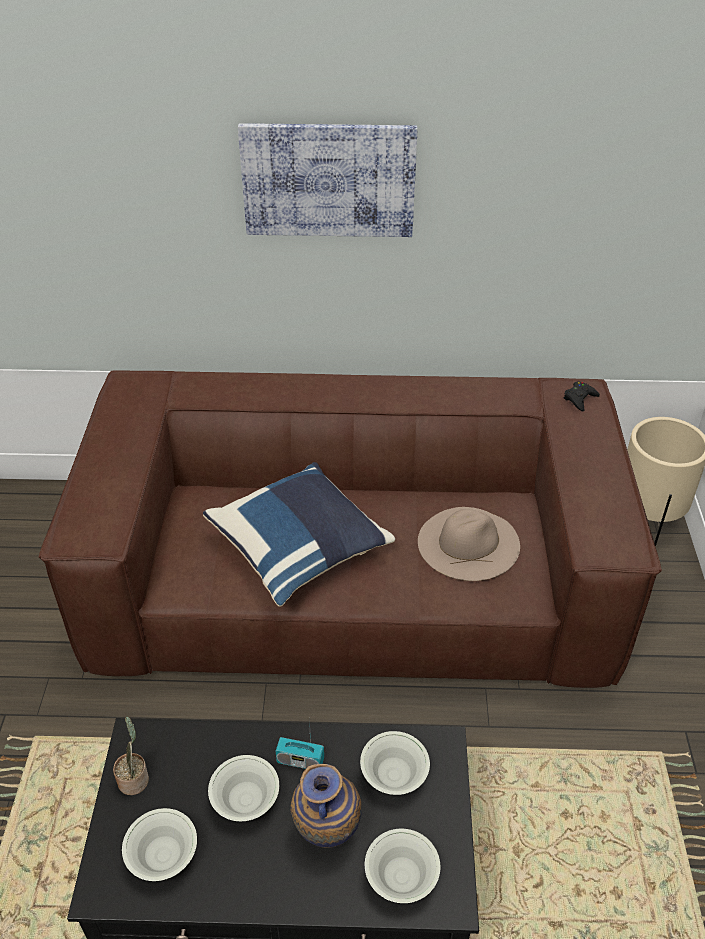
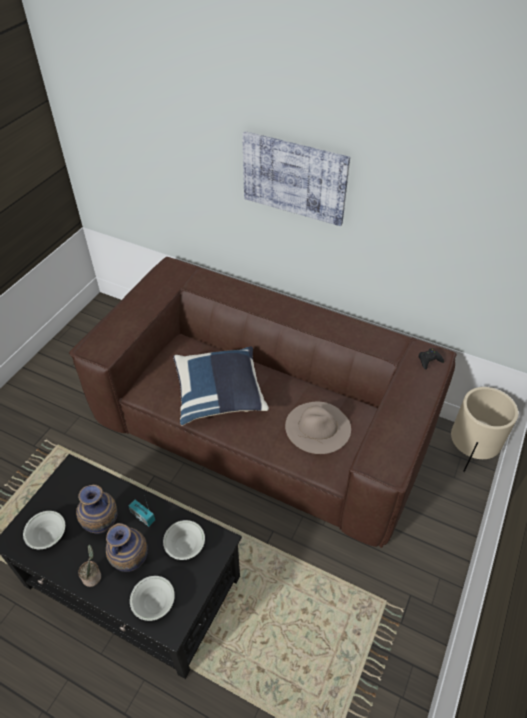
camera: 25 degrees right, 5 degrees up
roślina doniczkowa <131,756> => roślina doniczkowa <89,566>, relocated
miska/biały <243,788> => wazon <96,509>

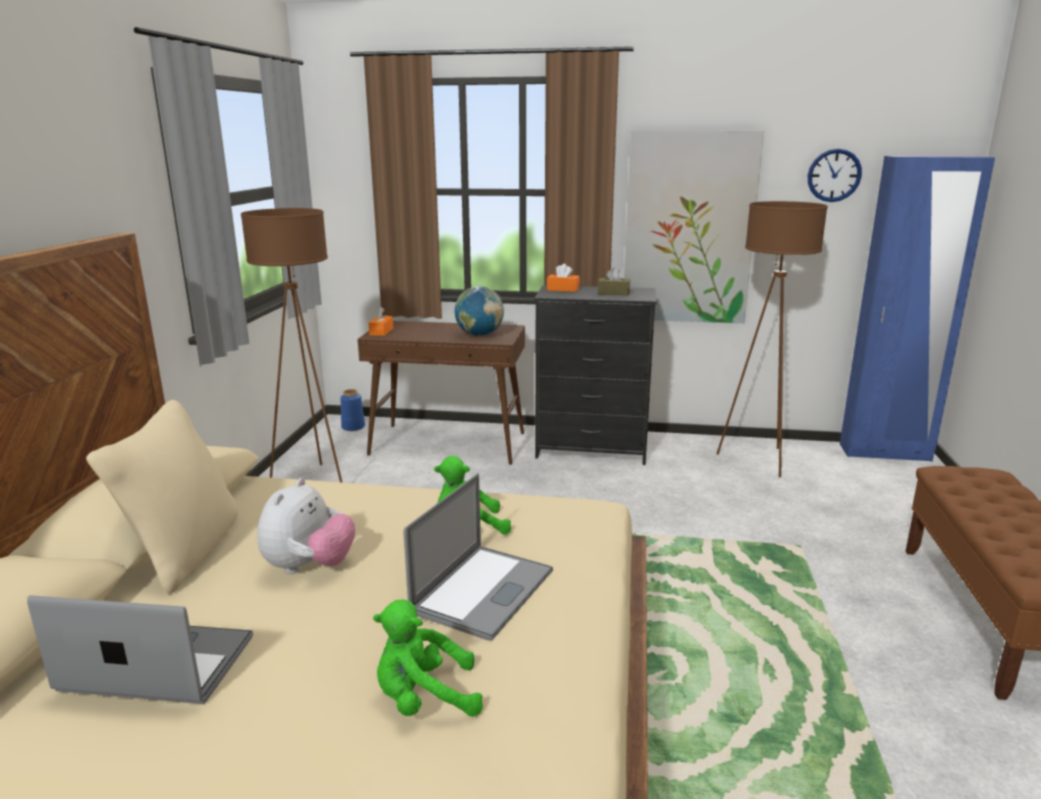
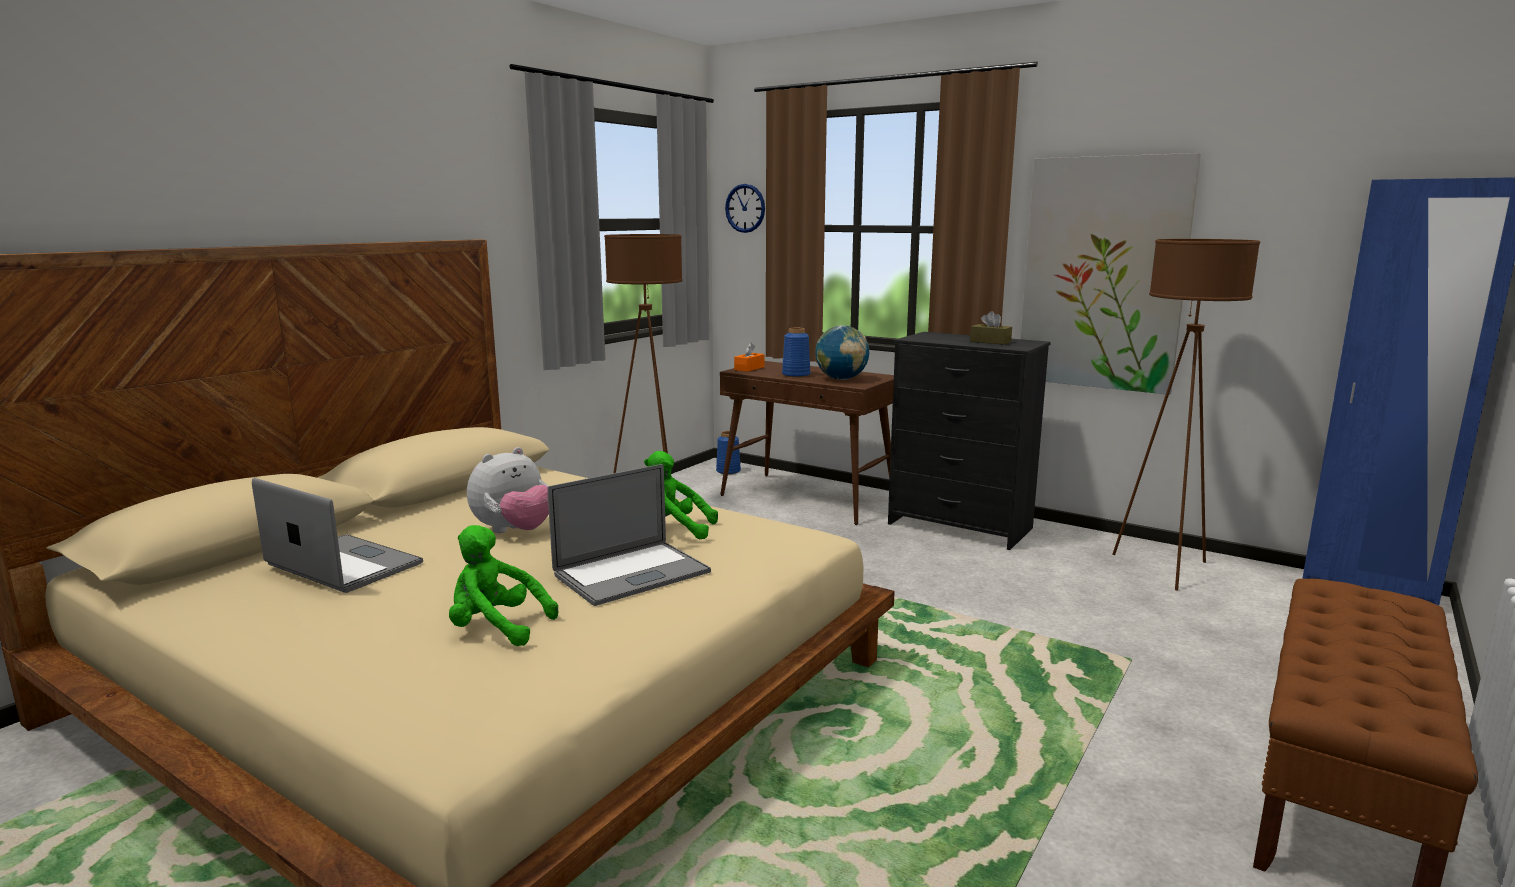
camera: 25 degrees right, 5 degrees down
zegar ścienny <835,175> => zegar ścienny <745,208>, relocated
pudełko chusteczek/pomarańczowy <563,278> => nothing
poduszka/beżowy <162,497> => nothing
nothing => wazon/niebieski <796,352>

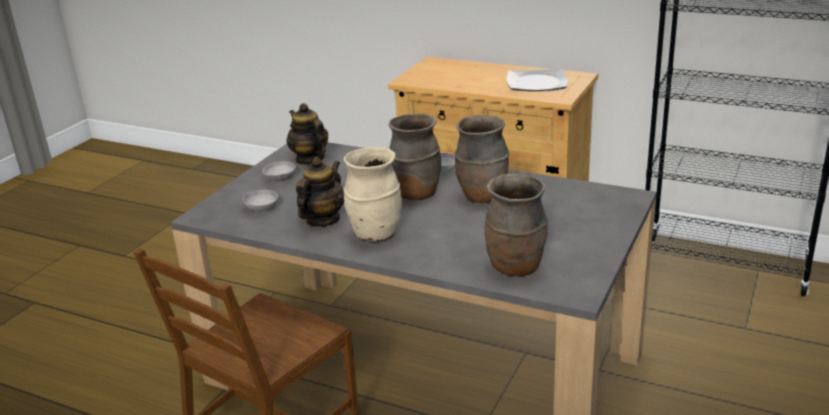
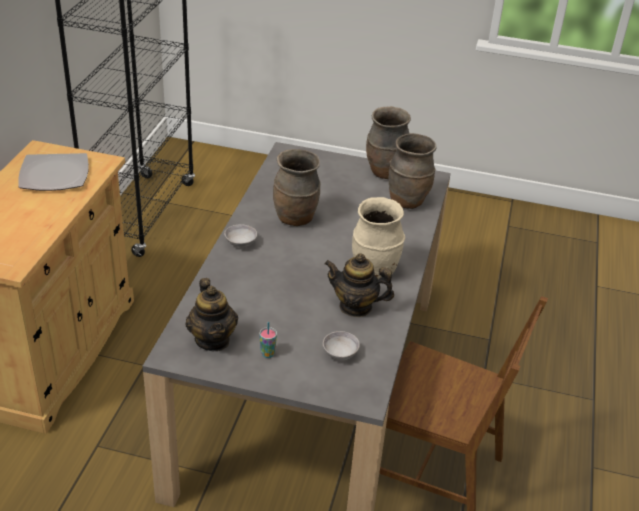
camera: 105 degrees left, 10 degrees up
imbryk <307,134> => imbryk <211,314>, 60 degrees counterclockwise
wazon/brązowy <415,157> => wazon/brązowy <388,142>, relocated
miska/szary <279,171> => filiżanka <268,340>

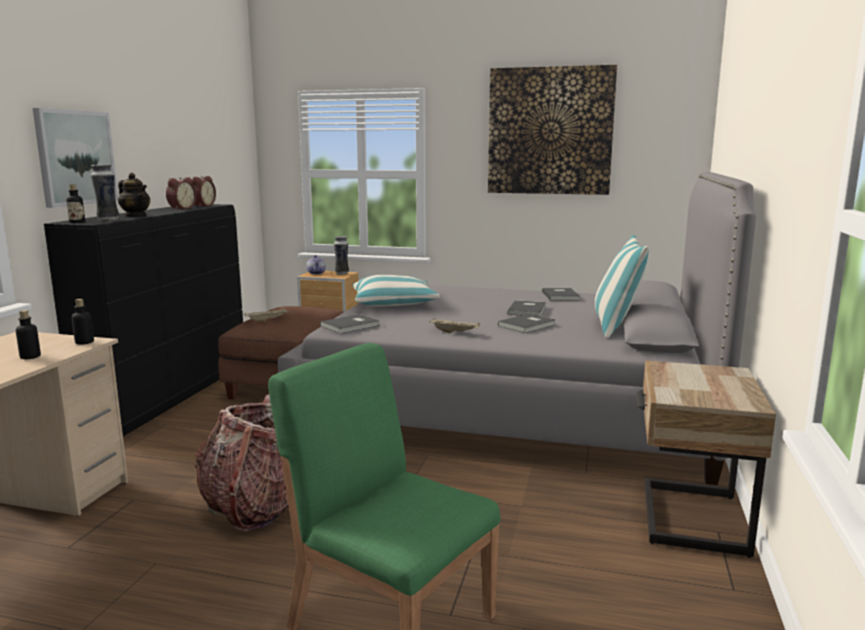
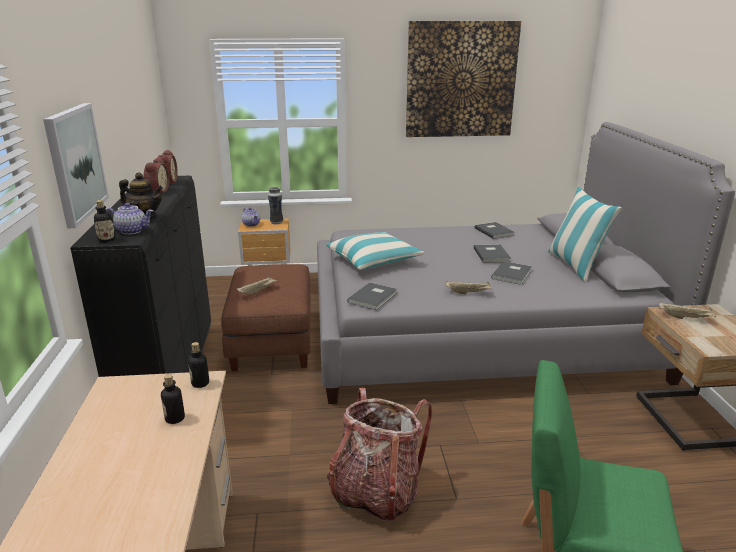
camera: 20 degrees left, 10 degrees up
wazon <105,192> => imbryk <129,219>
nothing => taca/beżowy <687,310>

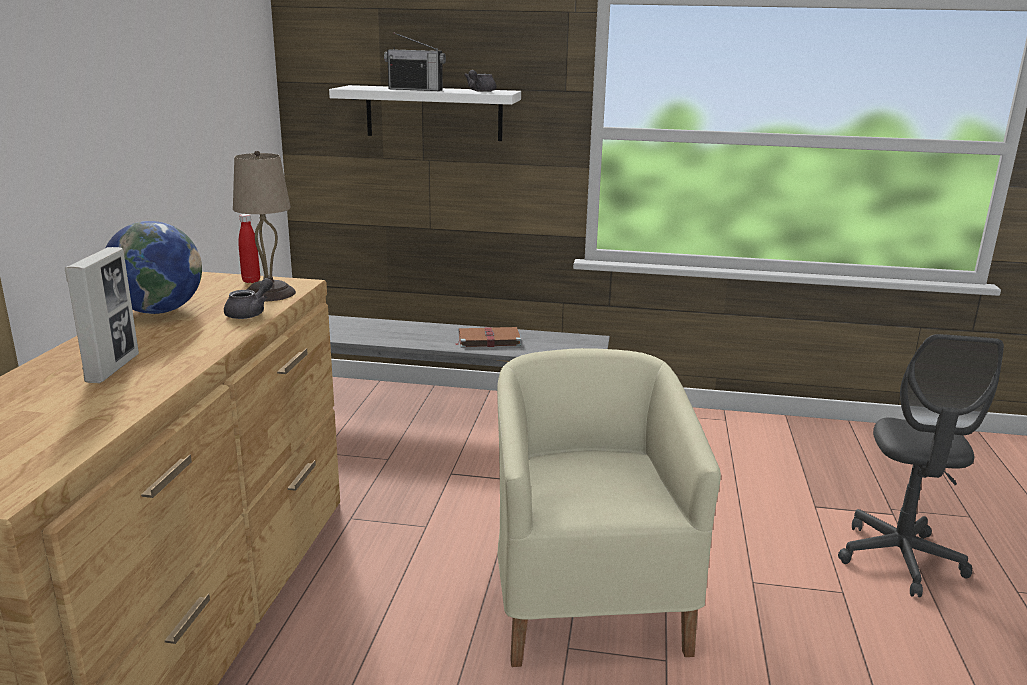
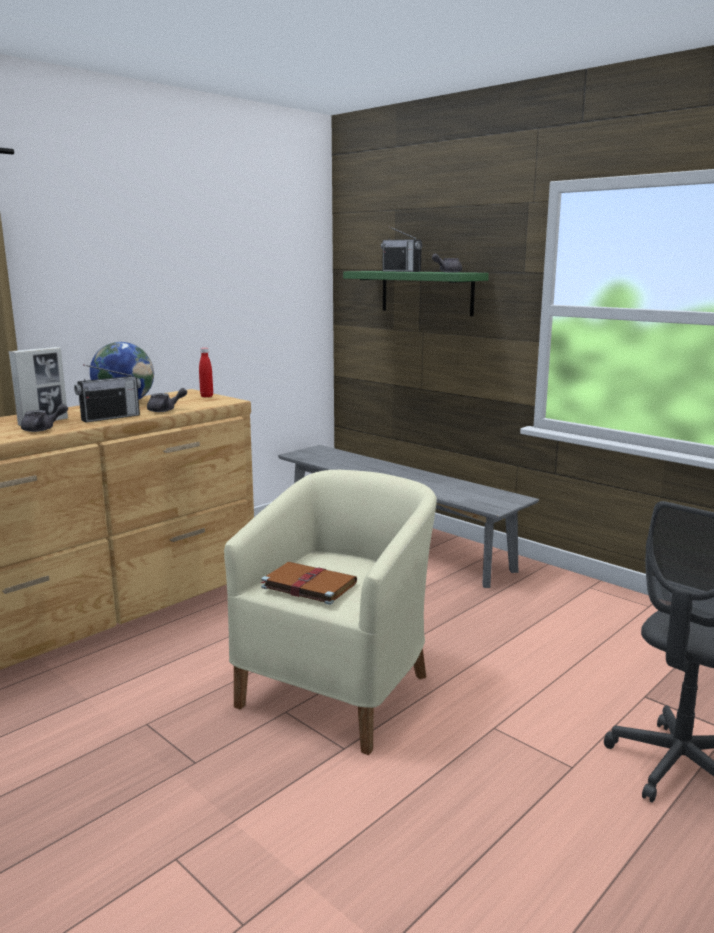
camera: 35 degrees right, 5 degrees down
półka/biały <425,113> => półka/zielony <416,293>
lampa stołowa/beżowy <264,226> => nothing
książka/brązowy <488,337> => książka/brązowy <308,583>, relocated
nothing => radio <107,393>
nothing => imbryk/szary <44,418>

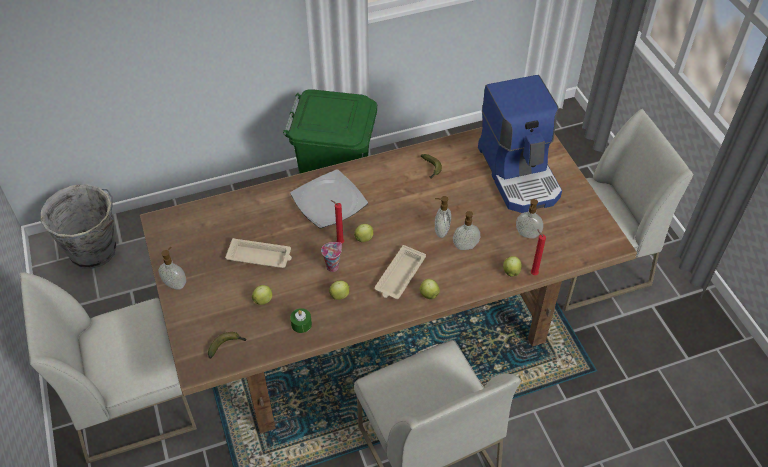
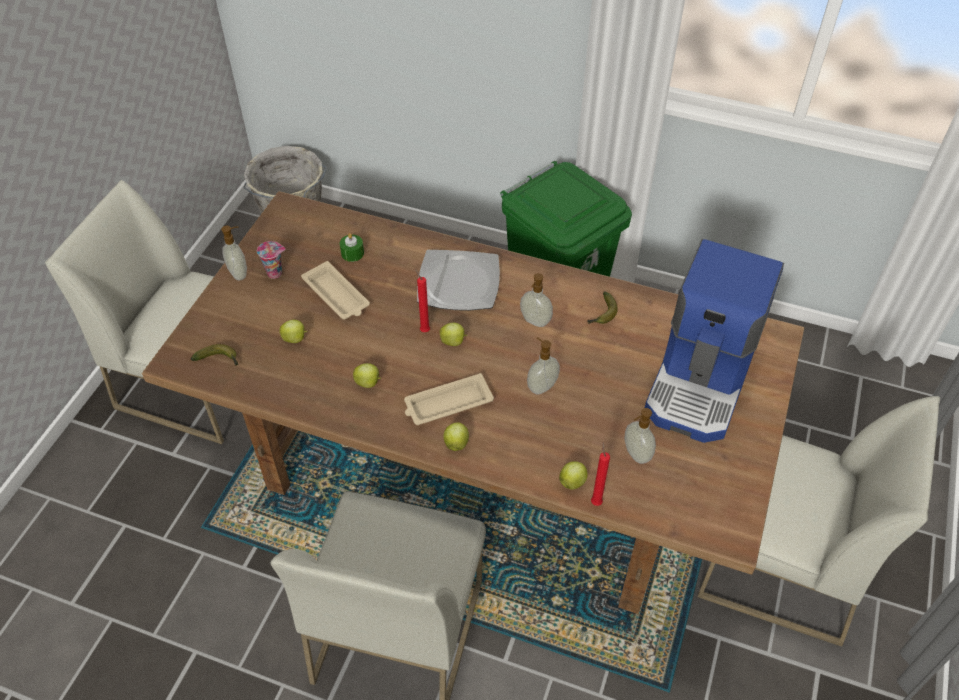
camera: 40 degrees right, 0 degrees up
dozownik mydła <466,230> => dozownik mydła <536,300>, relocated
filiżanka <331,257> => filiżanka <271,260>, relocated
świeca/zielony <301,320> => świeca/zielony <352,247>, relocated

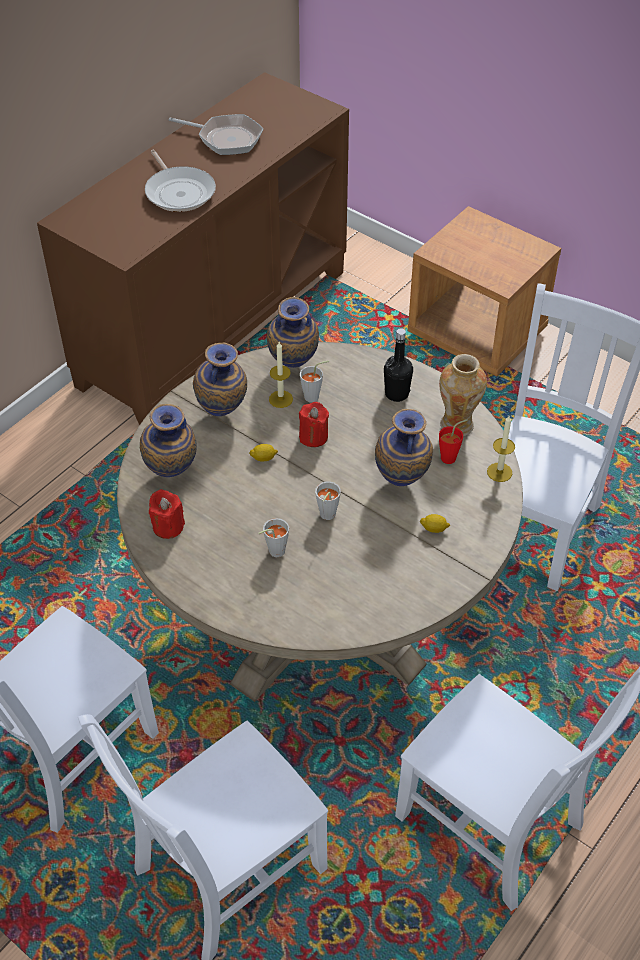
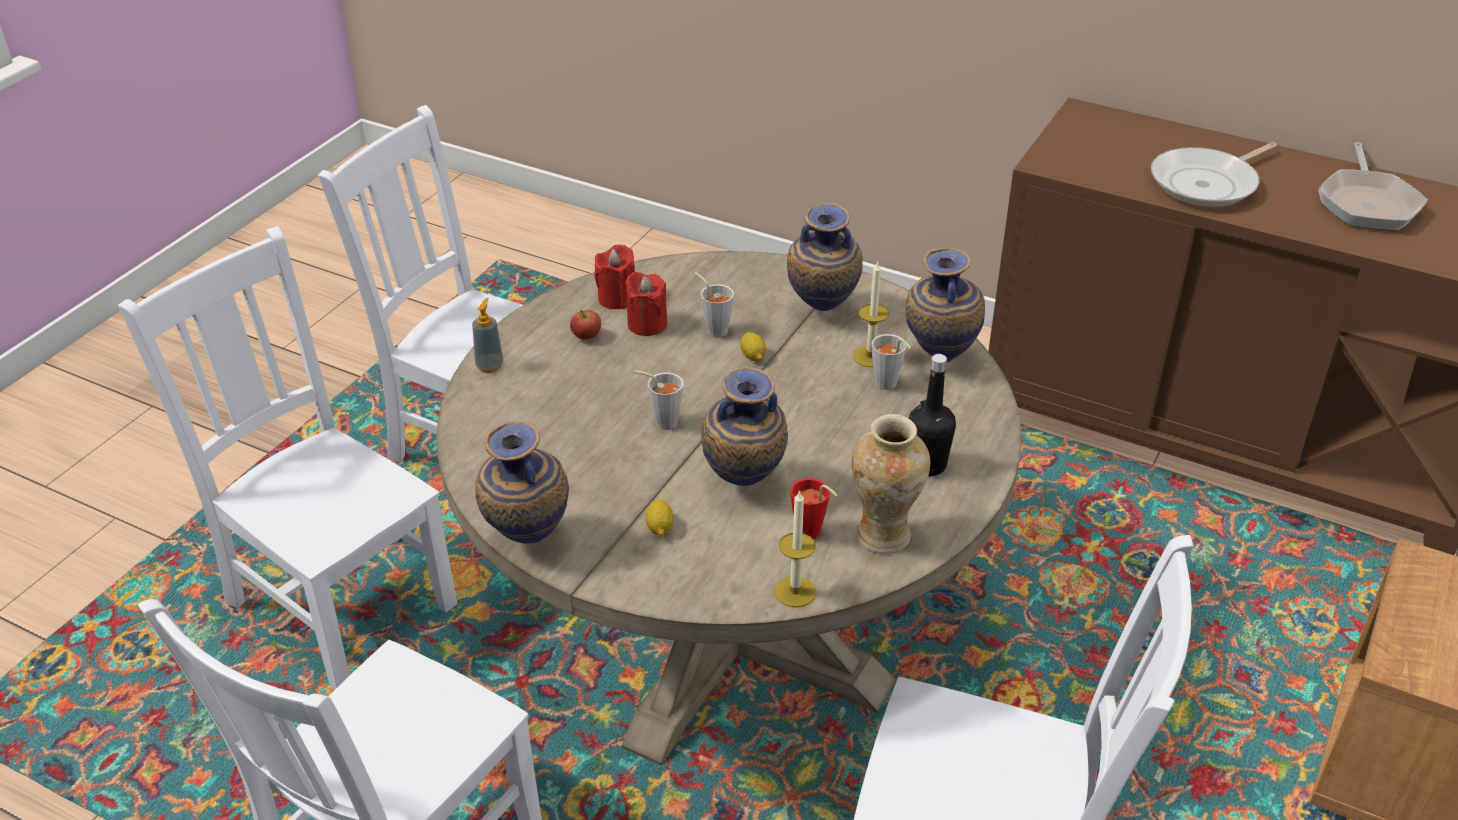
camera: 80 degrees right, 10 degrees down
świeca/czerwony <314,424> => świeca/czerwony <646,304>, relocated
wazon <168,440> => wazon <522,482>, relocated
filiżanka/szary <273,537> => filiżanka/szary <714,305>, relocated
nothing => dozownik mydła <488,335>
nothing => jabłko <585,325>

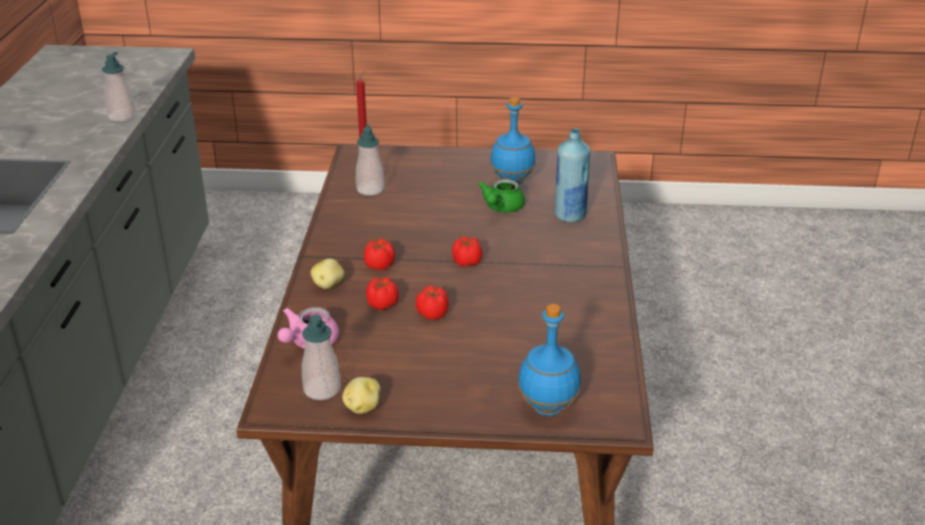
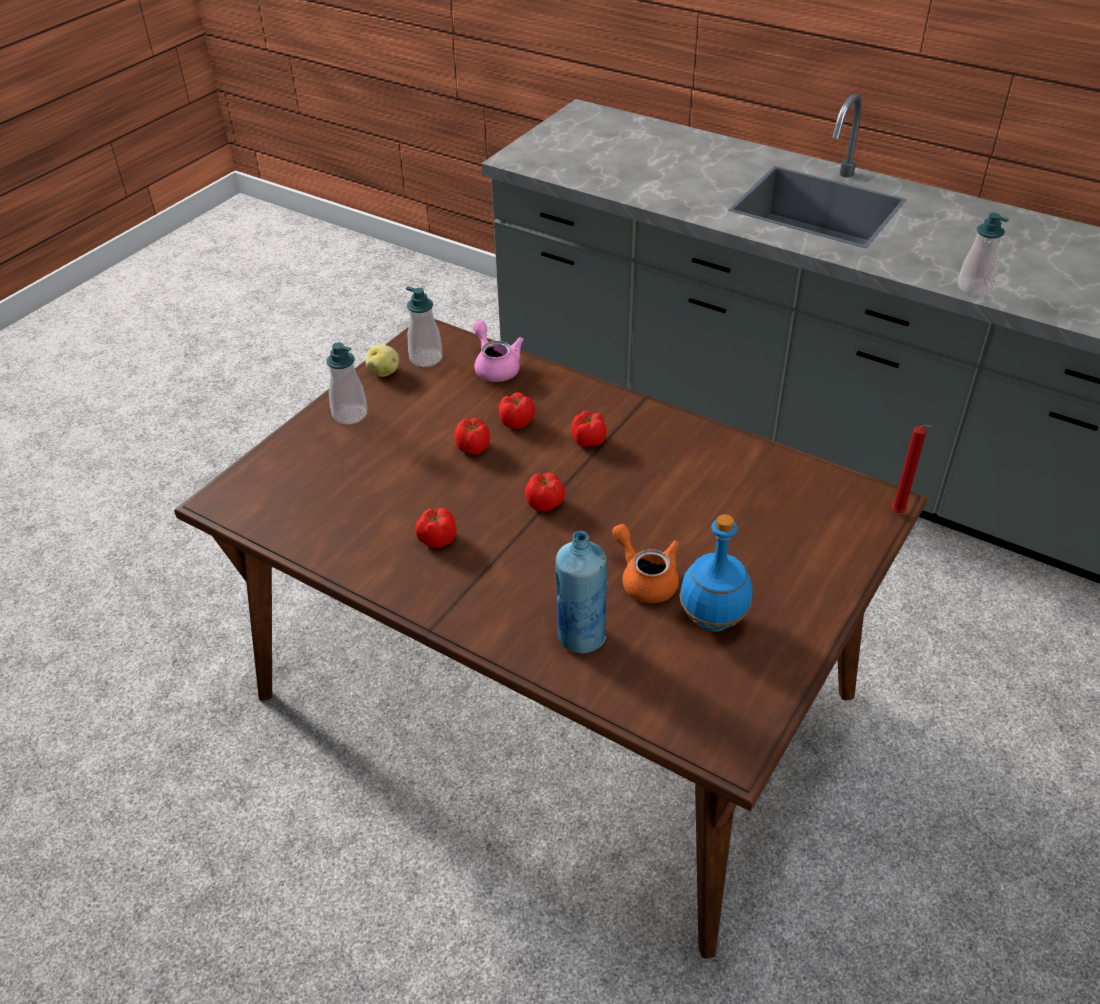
camera: 120 degrees right, 10 degrees up
dozownik mydła <370,160> => dozownik mydła <347,383>, relocated
imbryk/zielony <501,195> => imbryk/pomarańczowy <645,563>
ziemniak <328,273> => nothing
butelka/niebieski <549,360> => nothing
nothing => pomidor <435,527>

